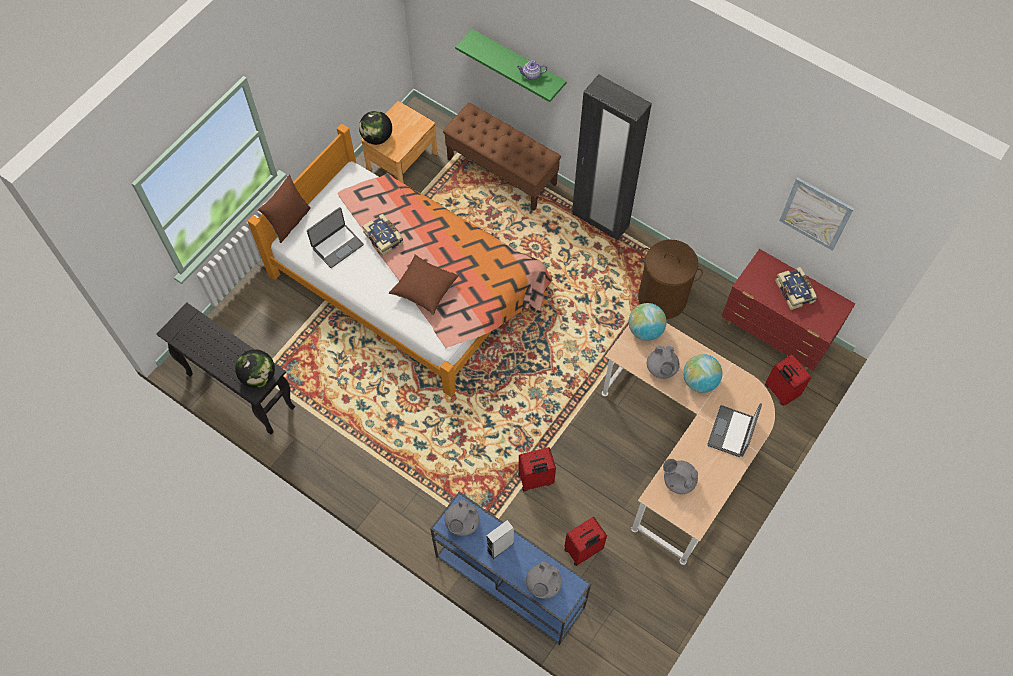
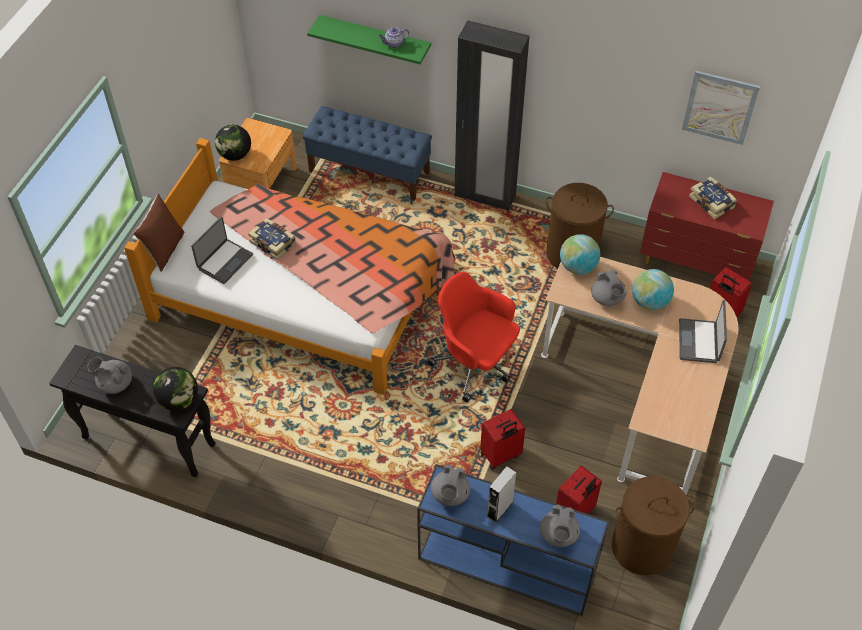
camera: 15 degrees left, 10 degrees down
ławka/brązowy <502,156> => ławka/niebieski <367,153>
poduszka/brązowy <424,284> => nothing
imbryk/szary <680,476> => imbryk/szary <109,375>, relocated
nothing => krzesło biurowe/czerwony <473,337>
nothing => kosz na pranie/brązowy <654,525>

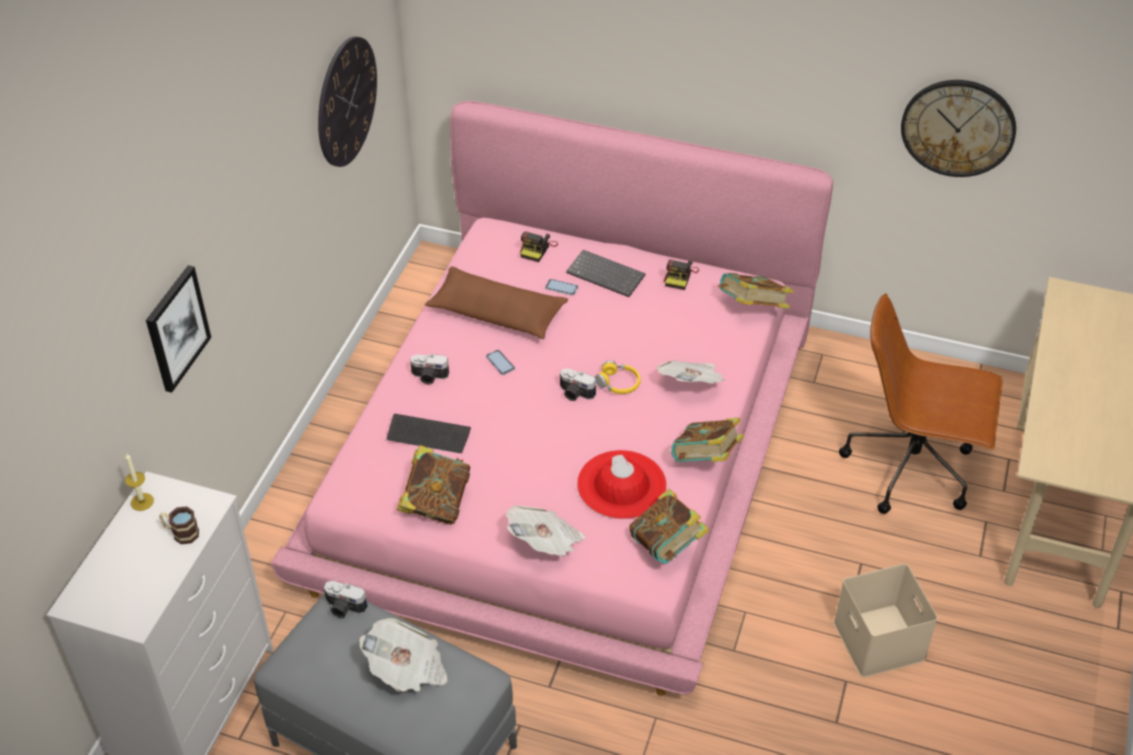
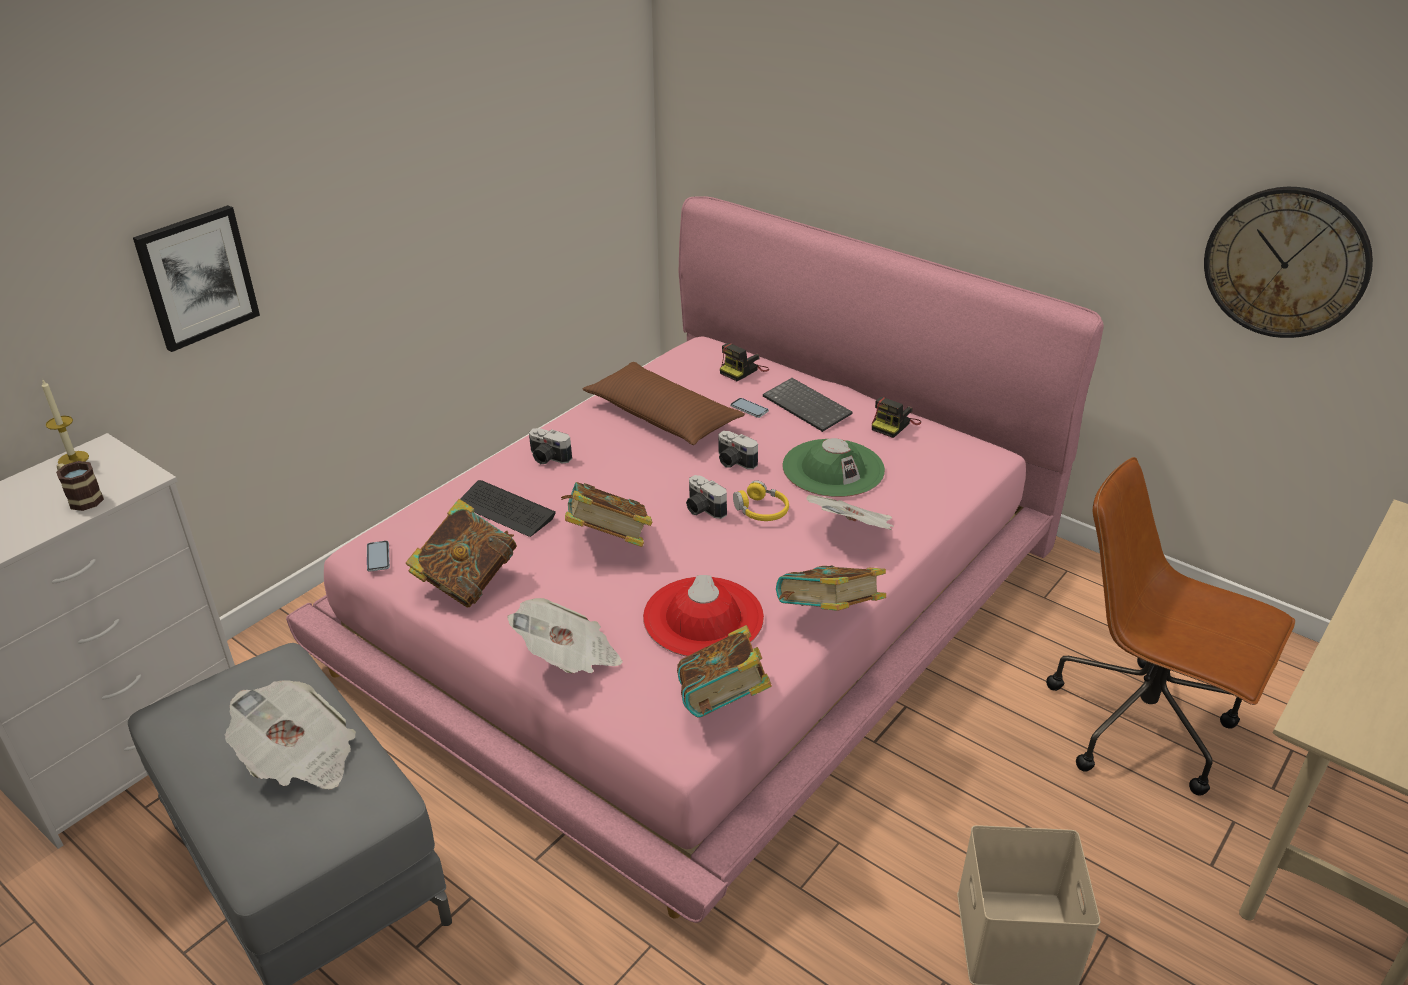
camera: 20 degrees right, 10 degrees down
zegar ścienny <347,101> => nothing
książka <755,291> => książka <606,514>, relocated
telefon <500,362> => telefon <378,556>, relocated
aparat fotograficzny <346,599> => aparat fotograficzny <738,450>, relocated
nothing => kapelusz/zielony <833,467>

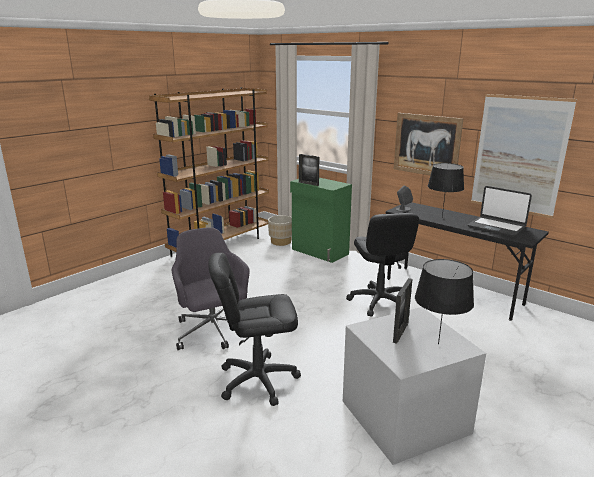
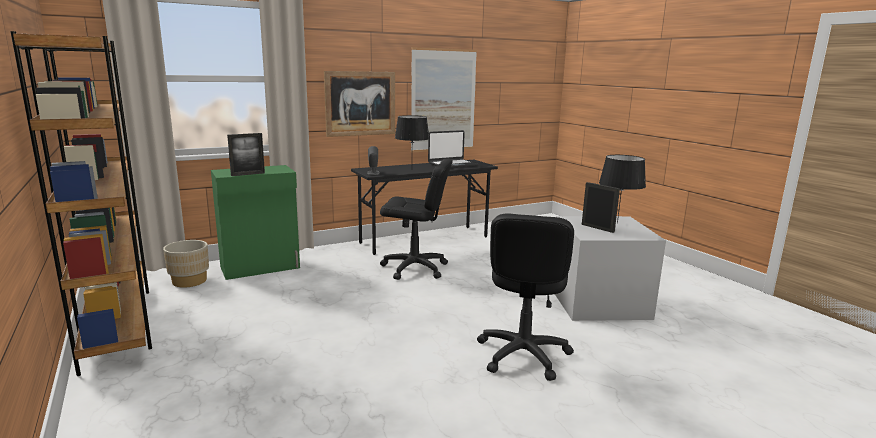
camera: 70 degrees left, 5 degrees down
krzesło biurowe/szary <210,289> => nothing

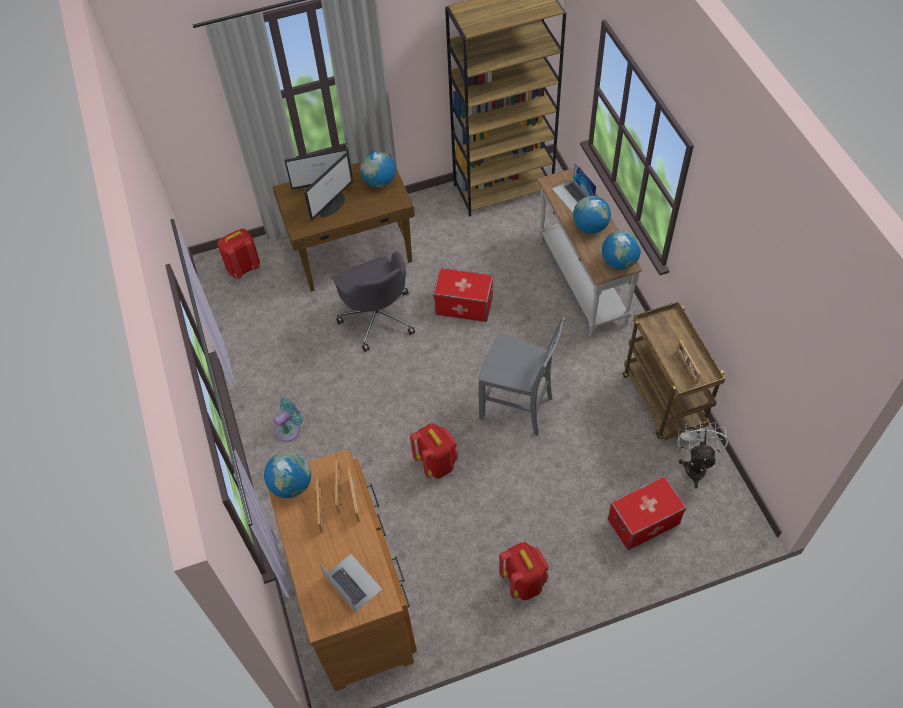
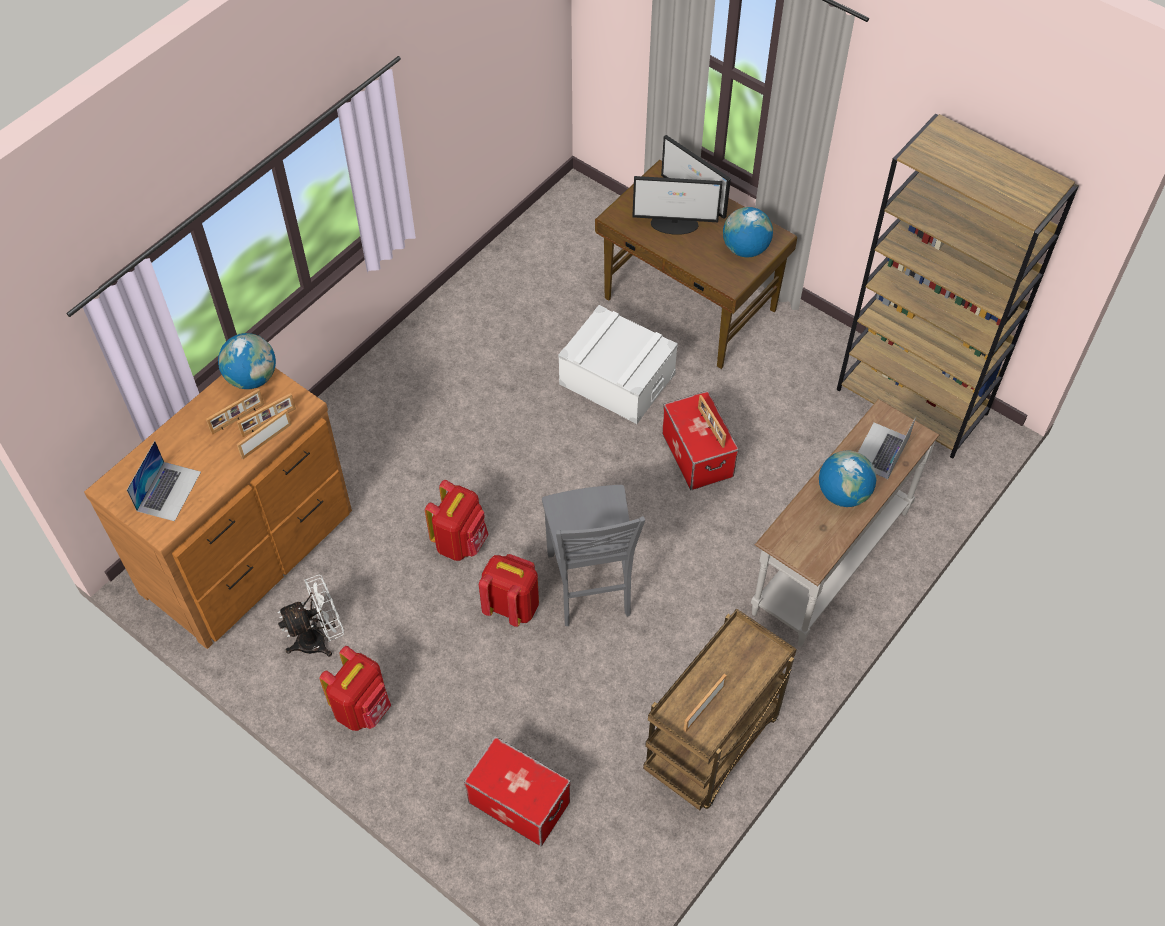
camera: 55 degrees right, 0 degrees up
plecak/czerwony <239,254> => plecak/czerwony <509,590>, relocated
globus <621,250> => nothing
krzesło biurowe/szary <373,301> => pojemnik do przechowywania/biały <618,364>
wentylator/turkusowy <288,420> => nothing
wentylator/biały <702,454> => wentylator/biały <311,616>, relocated
nothing => ramka na zdjęcie <712,421>

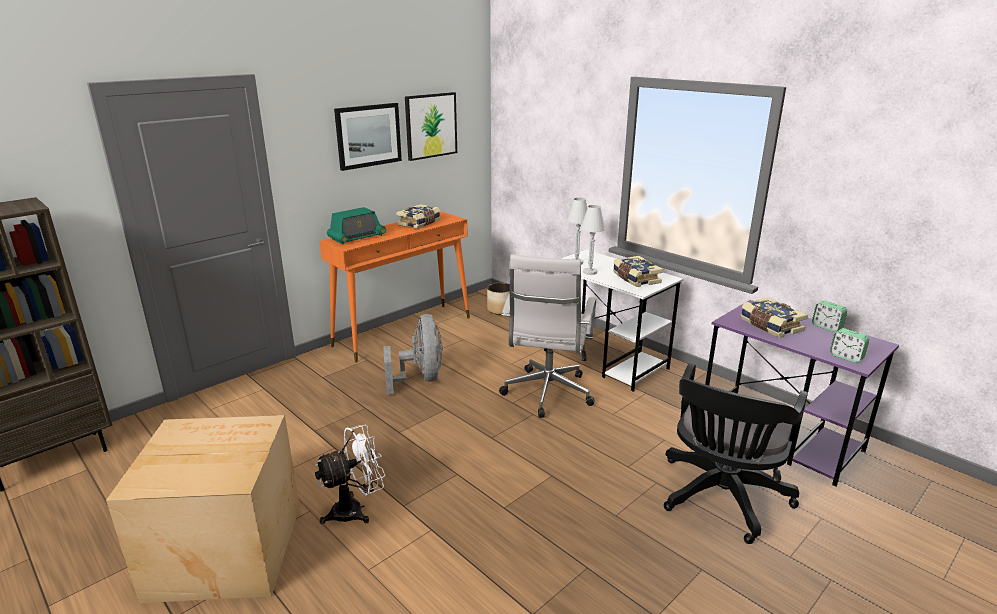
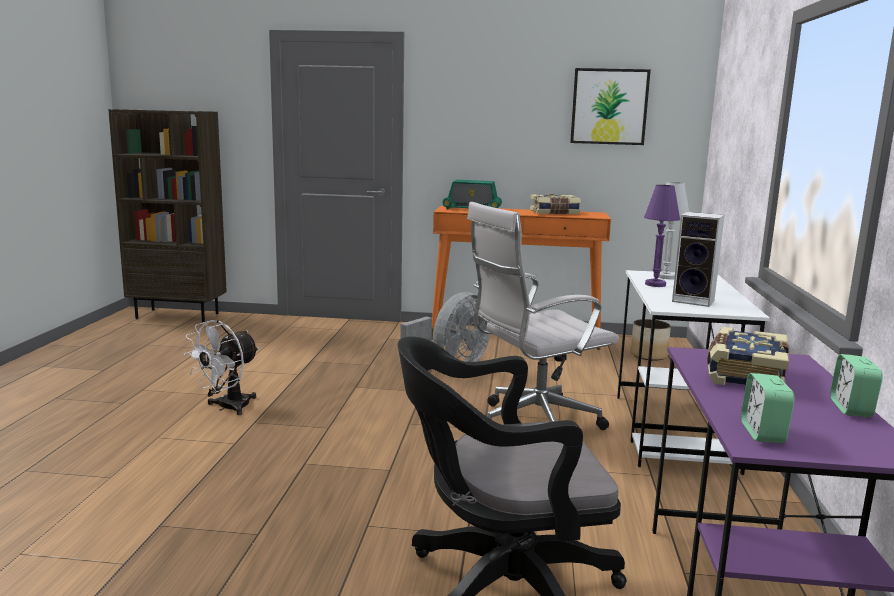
camera: 50 degrees right, 10 degrees down
obraz <368,137> => nothing
lampa stołowa/biały <593,240> => lampa stołowa/fioletowy <662,236>
książka <638,271> => głośnik <698,259>
karton <203,509> => nothing
wentylator/biały <350,474> => wentylator/biały <221,367>, 105 degrees clockwise

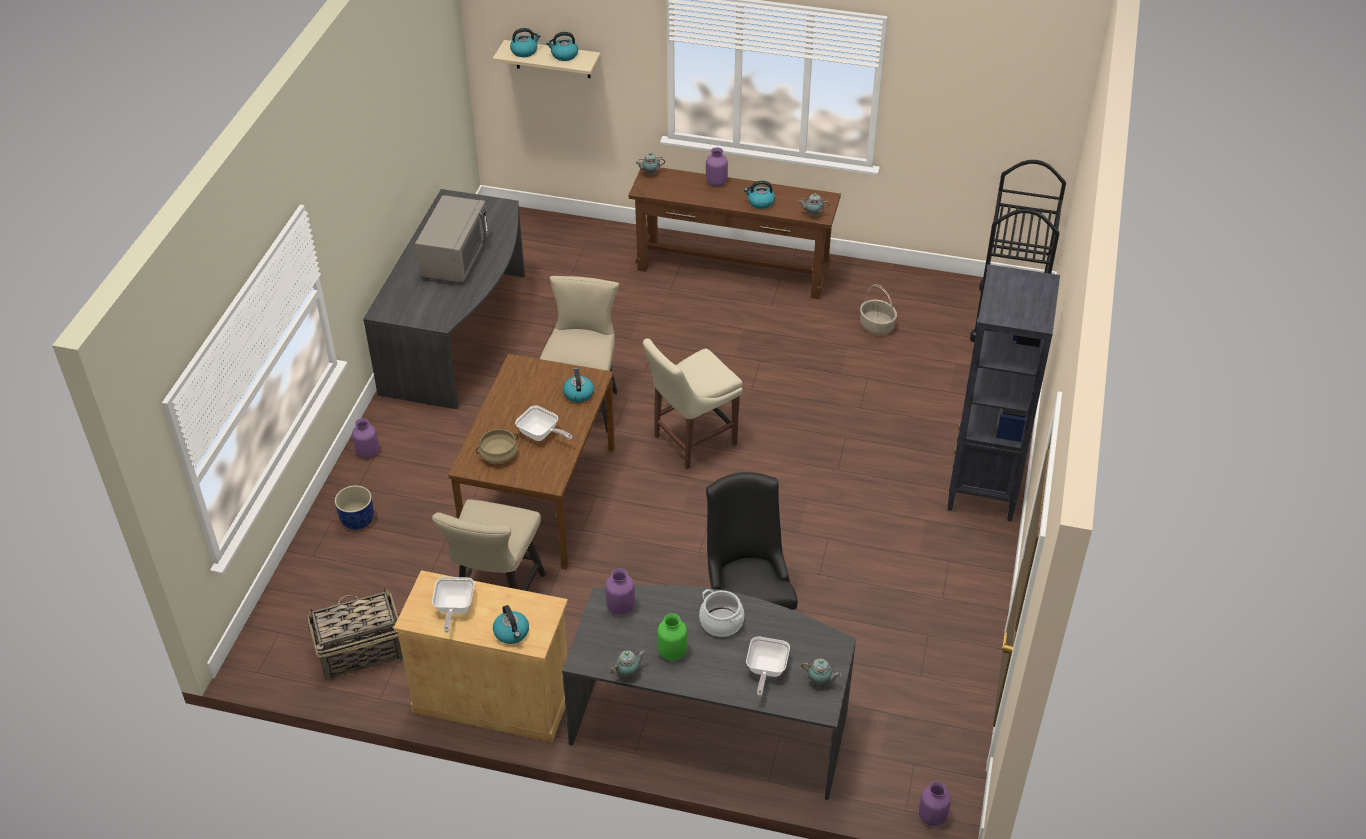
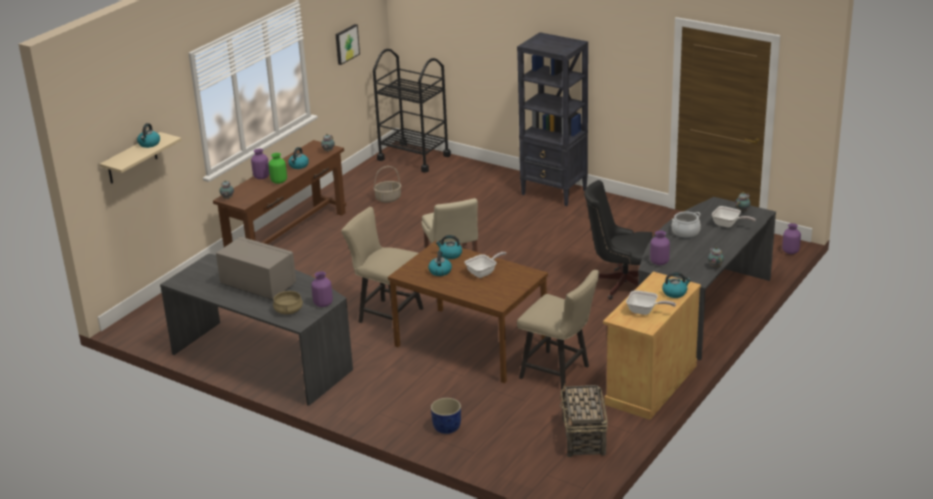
camera: 70 degrees left, 15 degrees down
czajnik <525,42> => czajnik <440,263>, relocated
wazon/fioletowy <365,438> => wazon/fioletowy <322,289>, relocated
garnek/beżowy <497,446> => garnek/beżowy <288,302>, relocated
wazon/zielony <672,637> => wazon/zielony <278,168>, relocated
nothing => obraz <348,44>

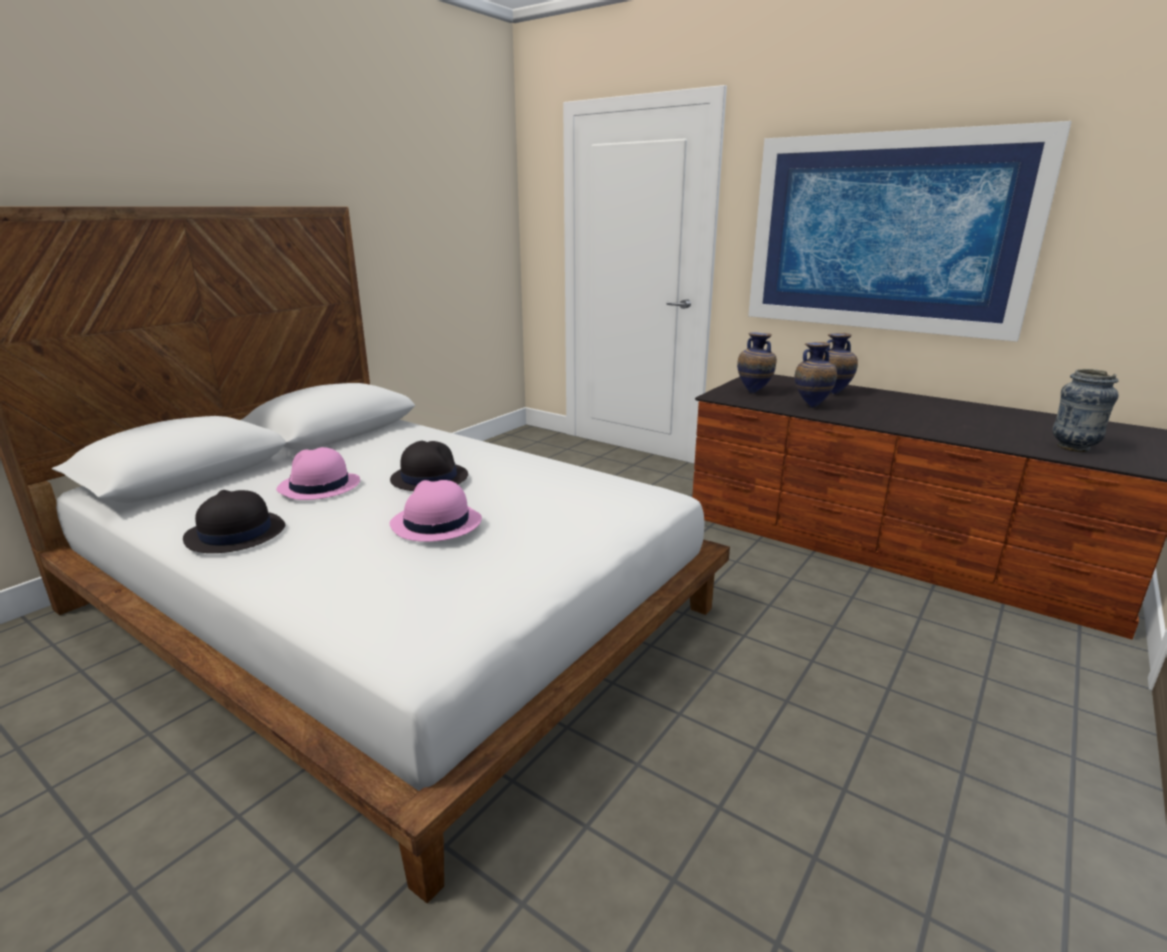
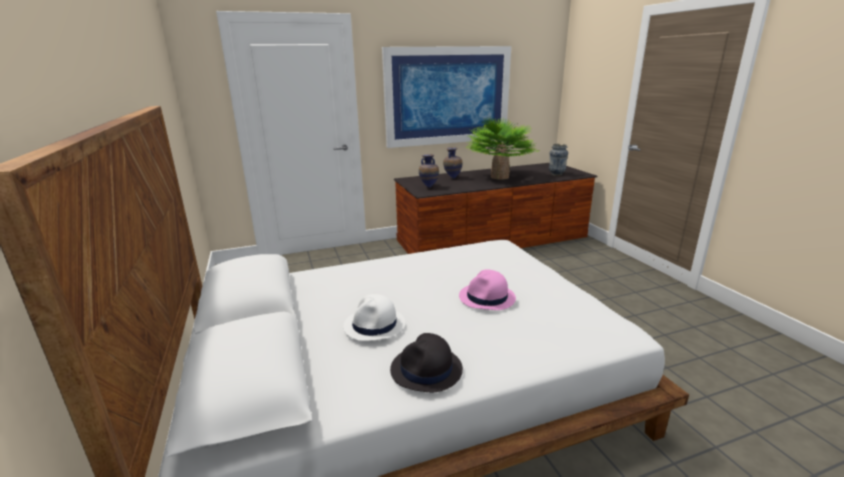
camera: 55 degrees left, 0 degrees up
wazon <816,375> => nothing
kapelusz/czarny <429,466> => nothing
kapelusz/różowy <318,473> => kapelusz/biały <374,317>
nothing => roślina doniczkowa <501,148>

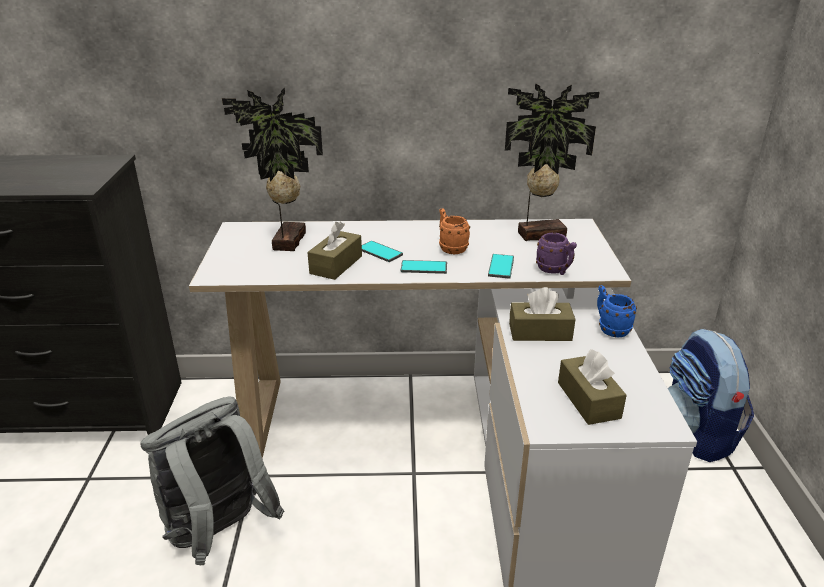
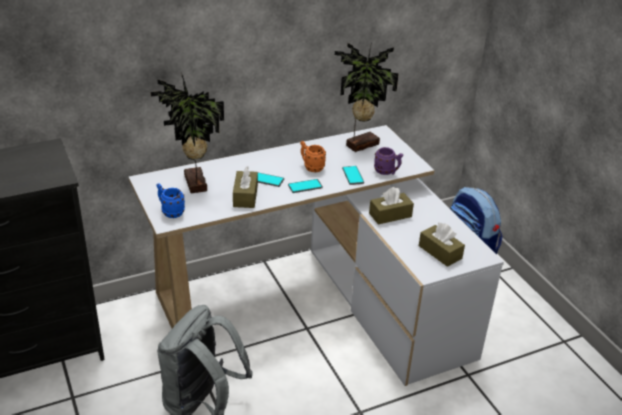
camera: 25 degrees left, 5 degrees up
kubek/niebieski <617,311> => kubek/niebieski <170,200>, relocated

